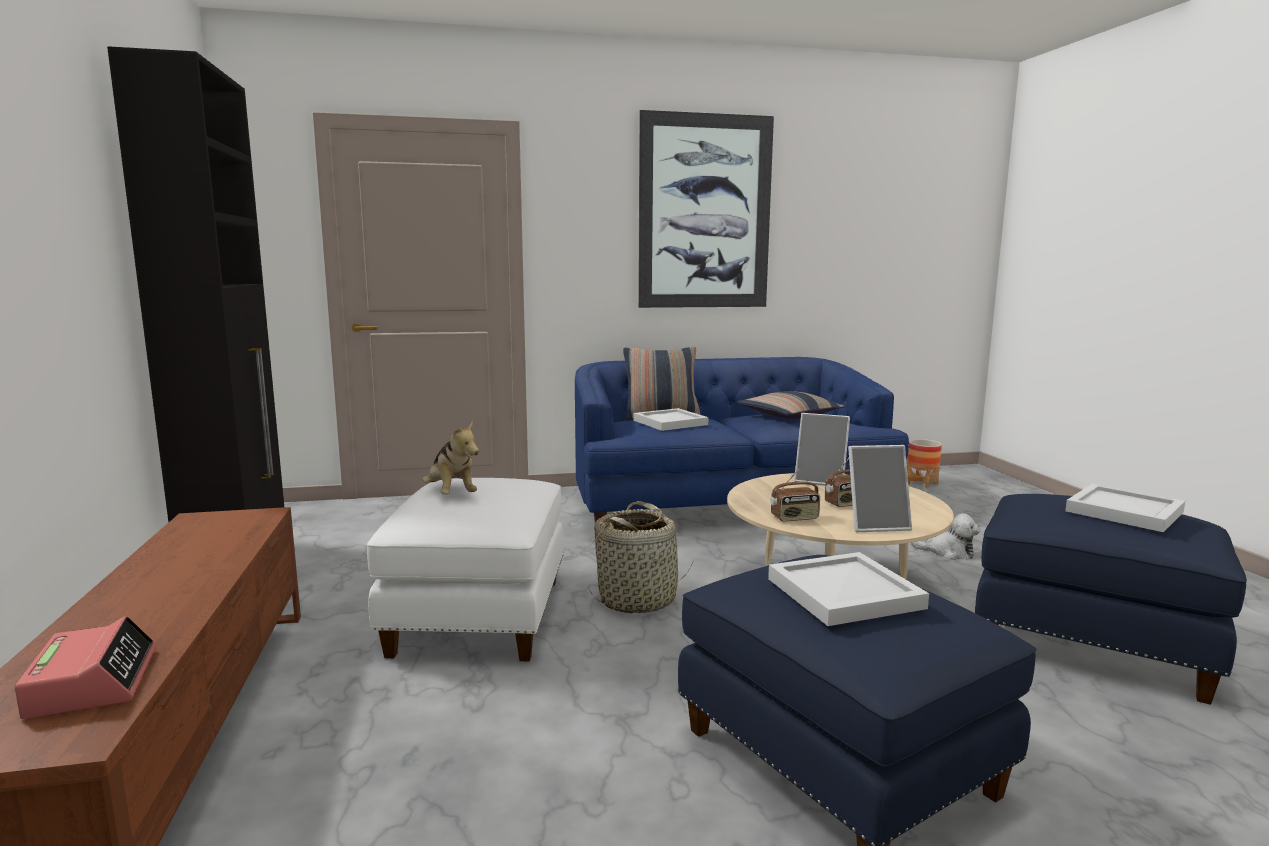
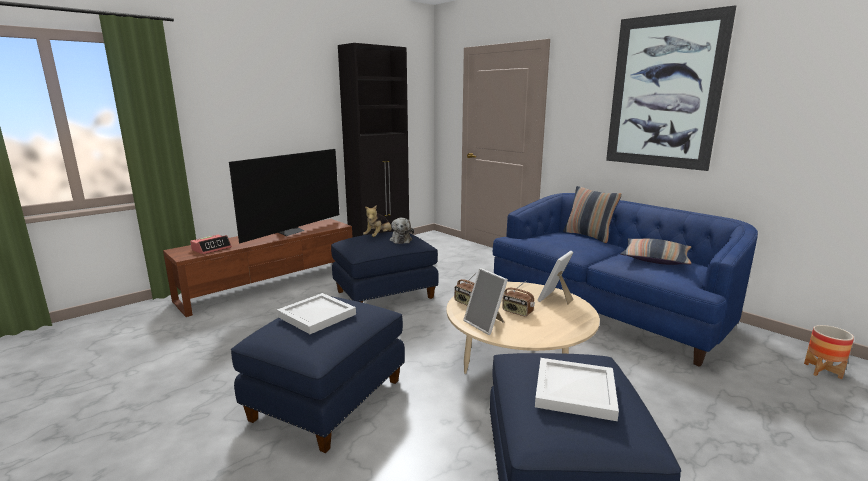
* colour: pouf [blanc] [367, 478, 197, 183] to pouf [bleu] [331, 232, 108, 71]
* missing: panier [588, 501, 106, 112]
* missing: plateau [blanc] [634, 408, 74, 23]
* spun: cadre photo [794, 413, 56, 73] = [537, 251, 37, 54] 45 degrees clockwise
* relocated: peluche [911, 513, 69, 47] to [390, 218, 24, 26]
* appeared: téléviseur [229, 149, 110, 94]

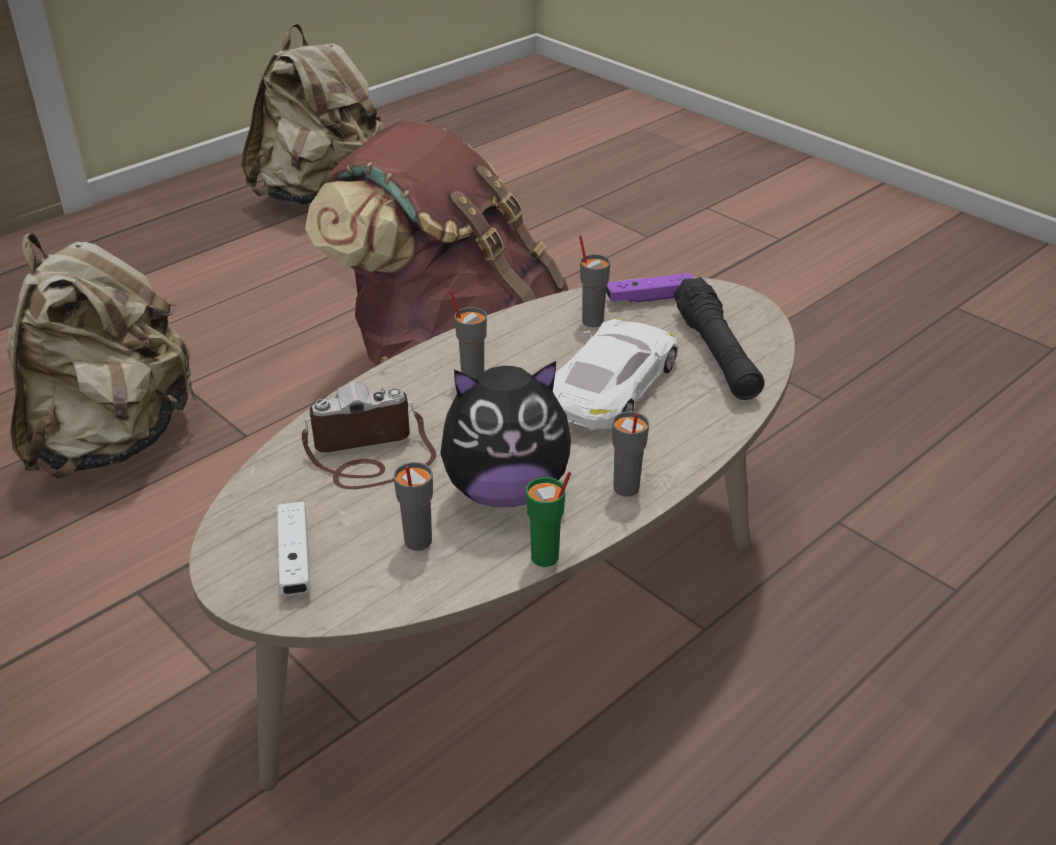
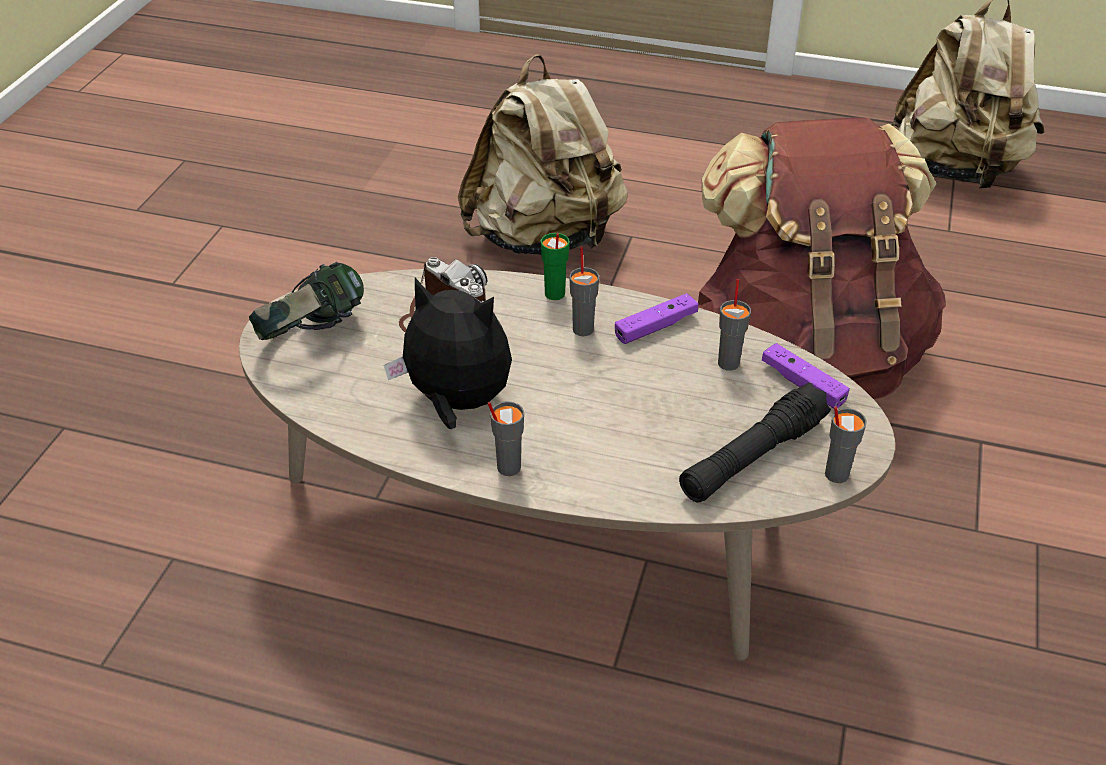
* exchanged: manette [blanc] [277, 502, 34, 94] to casque audio [249, 262, 115, 78]
* relocated: tasse [gris] [393, 462, 40, 89] to [825, 406, 42, 77]
* spun: peluche [440, 361, 134, 146] = [384, 278, 128, 151] 150 degrees clockwise
* relocated: tasse [vert] [526, 472, 45, 95] to [541, 233, 29, 67]
* missing: petite voiture [blanc] [553, 318, 125, 113]
* appeared: manette [violet] [615, 293, 83, 51]

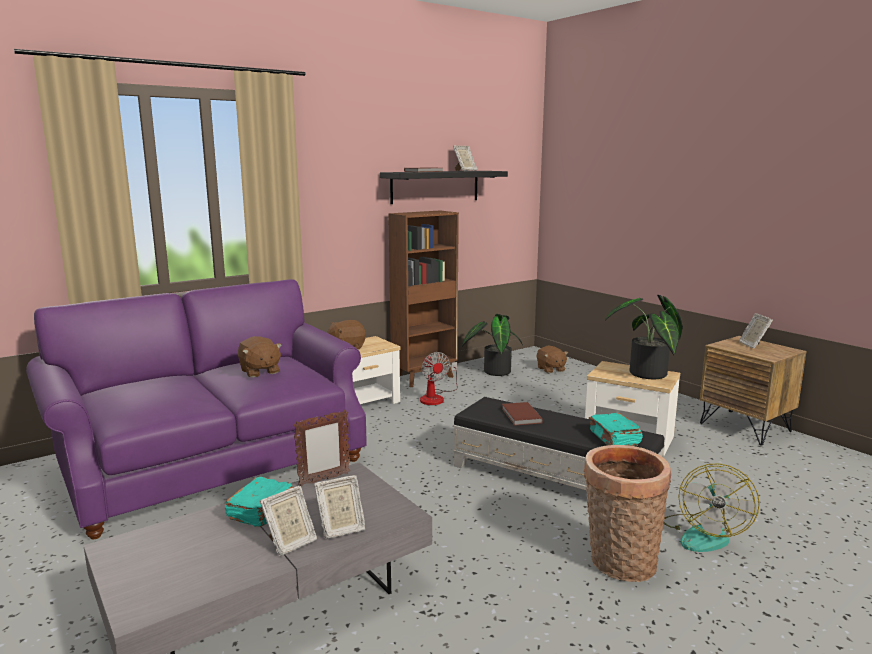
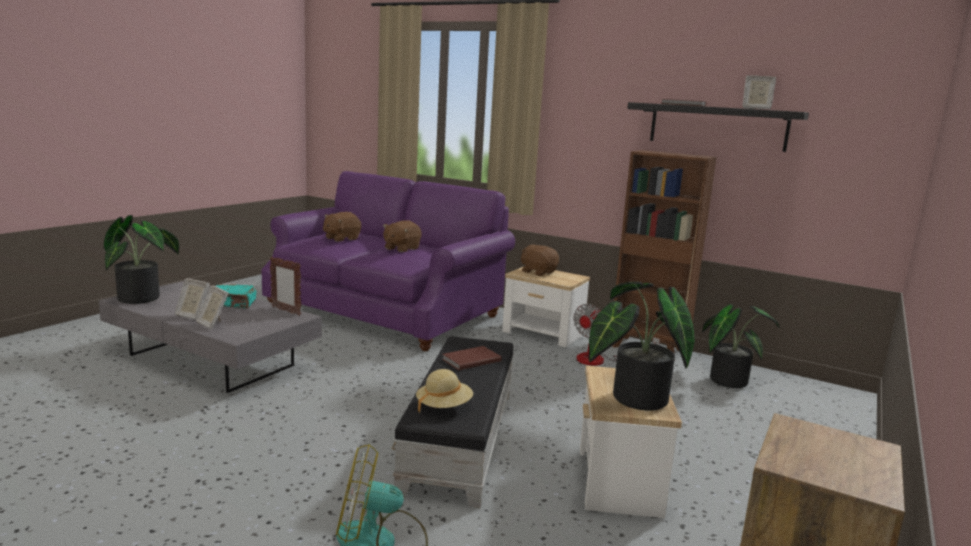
* relocated: peluche [marron] [537, 346, 31, 27] to [323, 212, 38, 30]
* missing: panier [584, 445, 87, 137]
* exchanged: livre [turquoise] [589, 413, 54, 33] to chapeau [beige] [416, 369, 57, 43]
* missing: cadre photo [739, 313, 34, 36]
* appeared: plante en pot [104, 215, 75, 89]

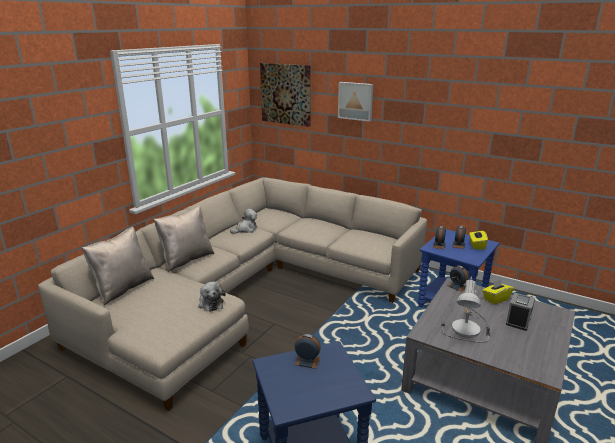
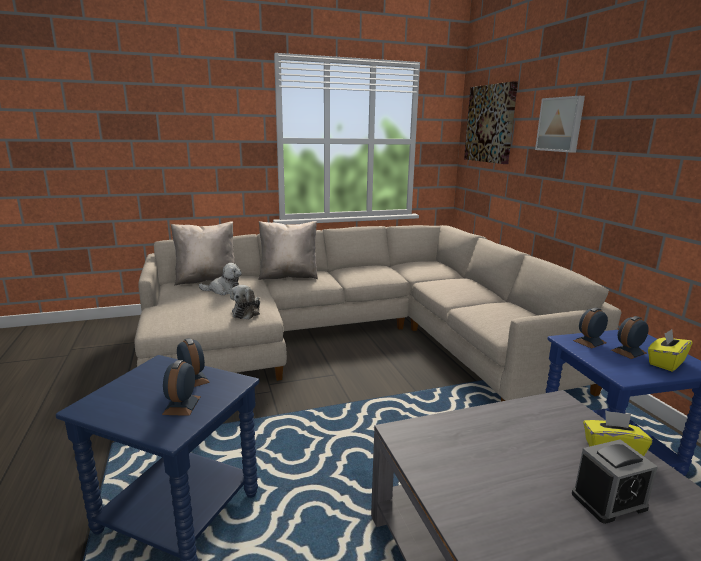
* relocated: peluche [230, 209, 27, 25] to [199, 263, 43, 32]
* missing: lampe de table [441, 276, 49, 67]
* relocated: réveil [447, 265, 22, 27] to [162, 360, 39, 56]

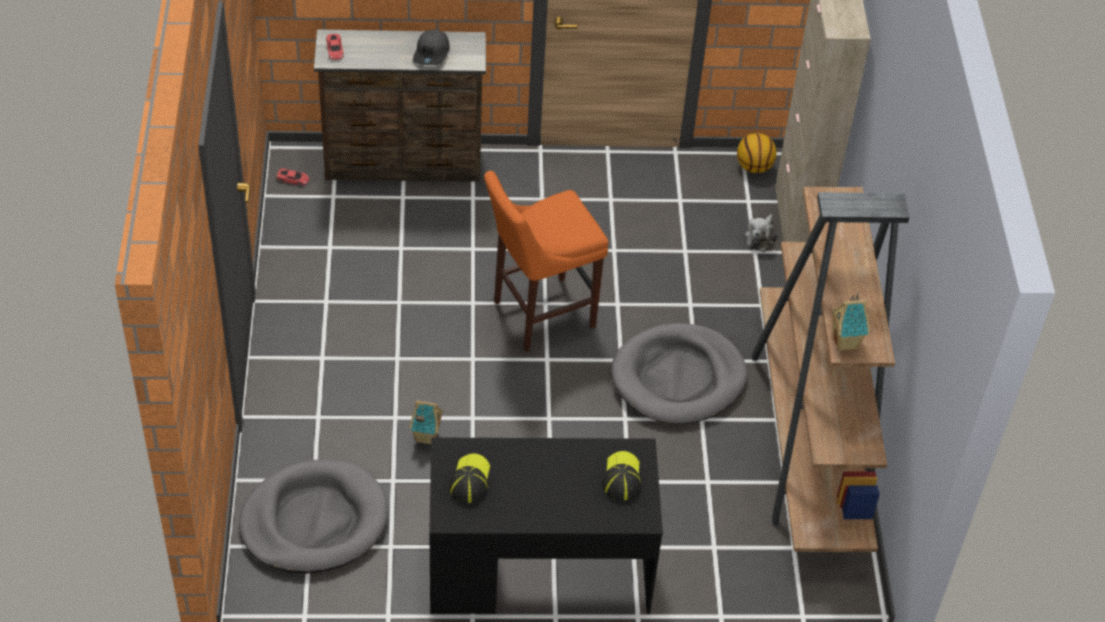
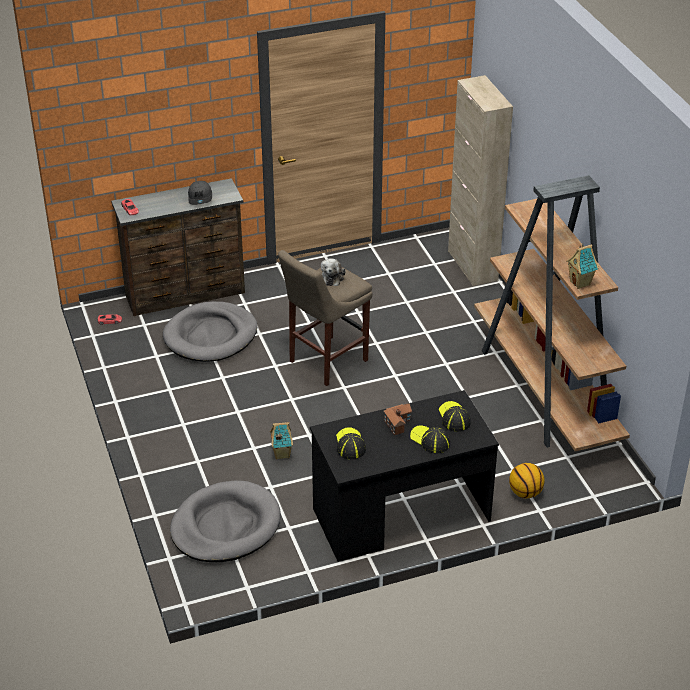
* colour: tabouret [orange] [484, 171, 125, 180] to tabouret [beige] [278, 250, 95, 136]
* relocated: panier pour chien [gris] [612, 323, 135, 101] to [163, 301, 94, 61]
* relocated: ballon de basket [737, 133, 39, 40] to [509, 463, 35, 35]
* relocated: peluche [745, 214, 33, 38] to [321, 258, 25, 28]
* appeared: maison miniature [383, 403, 29, 33]
* appeared: casquette [410, 425, 40, 28]

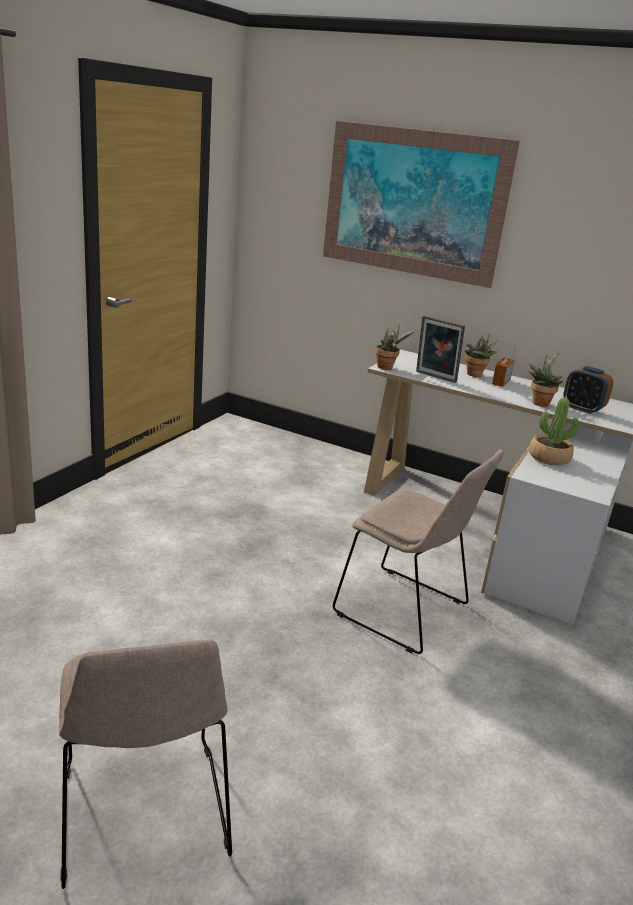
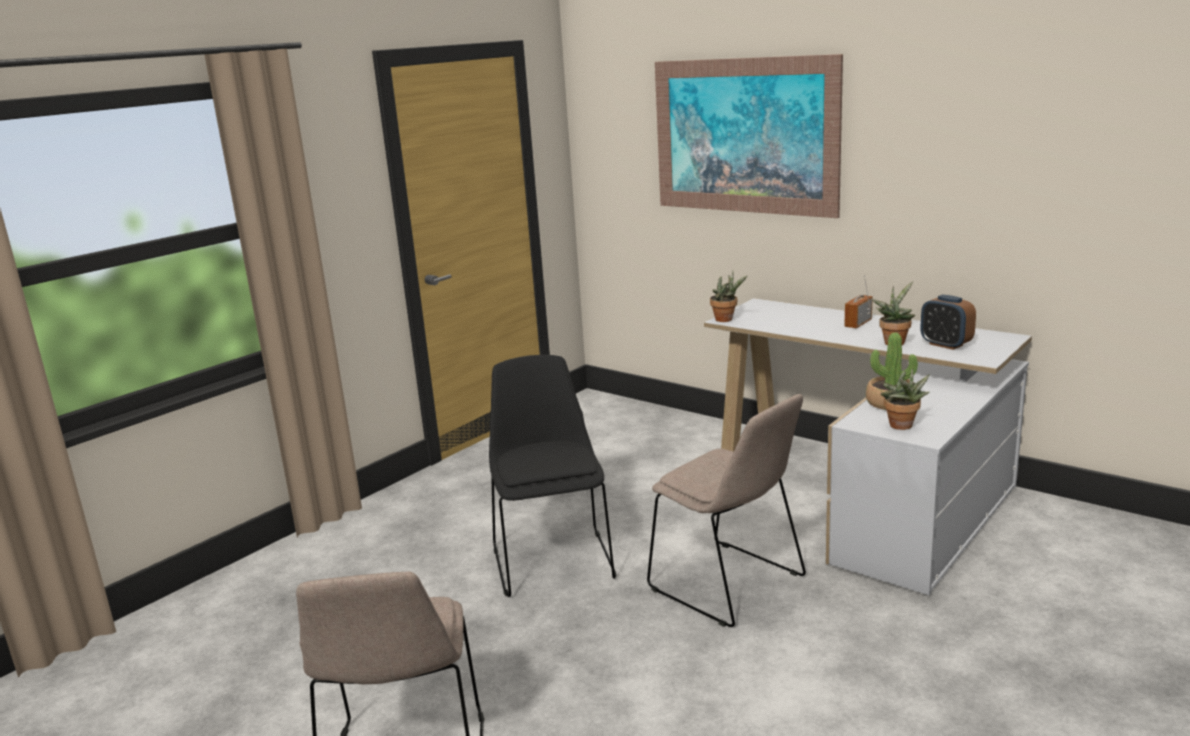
* missing: cadre photo [416, 316, 49, 67]
* relocated: plante en pot [465, 334, 33, 43] to [881, 369, 49, 61]
* appeared: chaise [noir] [489, 355, 127, 242]

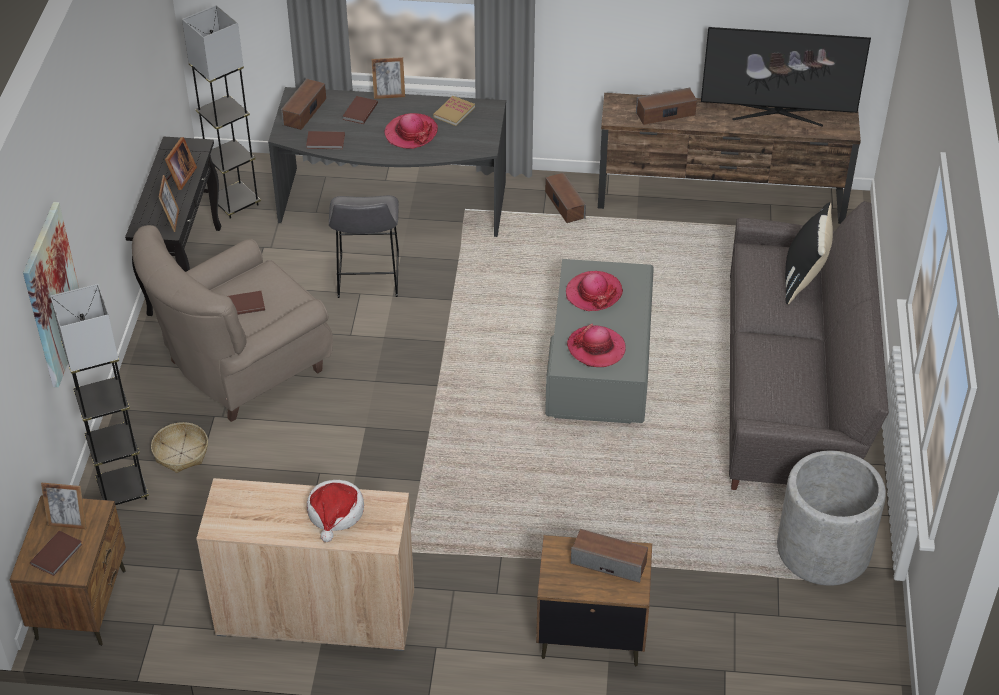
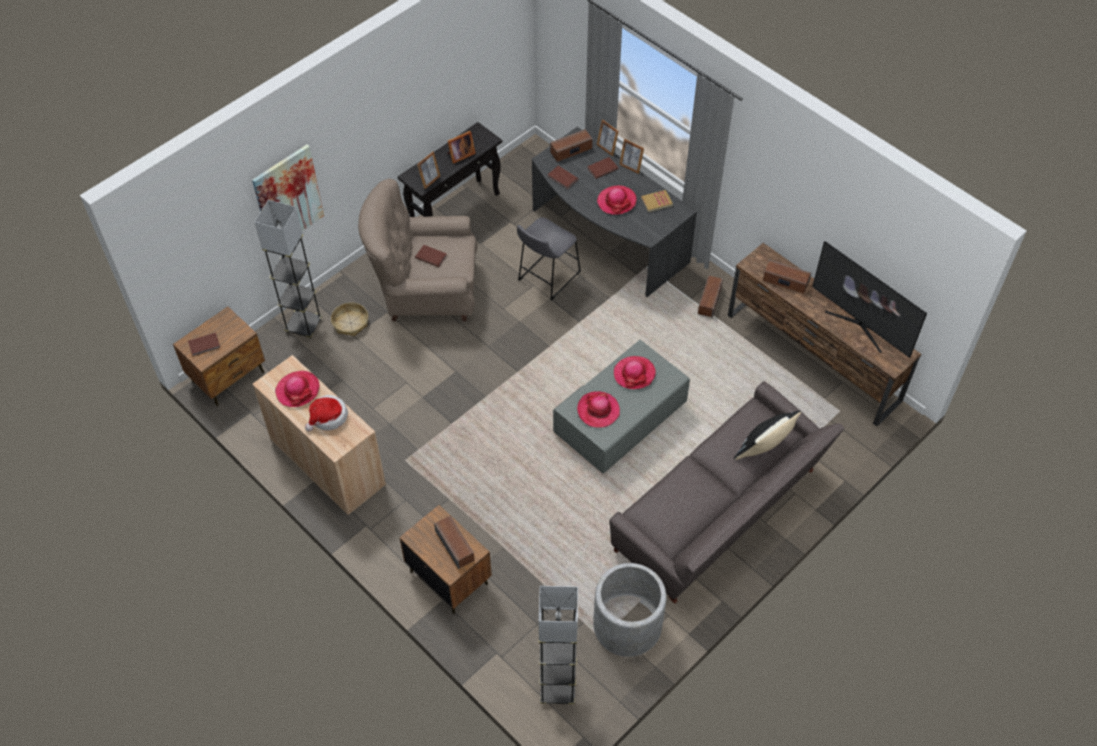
* relocated: cadre photo [41, 483, 46, 46] to [597, 119, 22, 37]
* relocated: lampadaire [gris] [182, 5, 79, 214] to [539, 586, 39, 118]
* appeared: chapeau [275, 371, 45, 36]

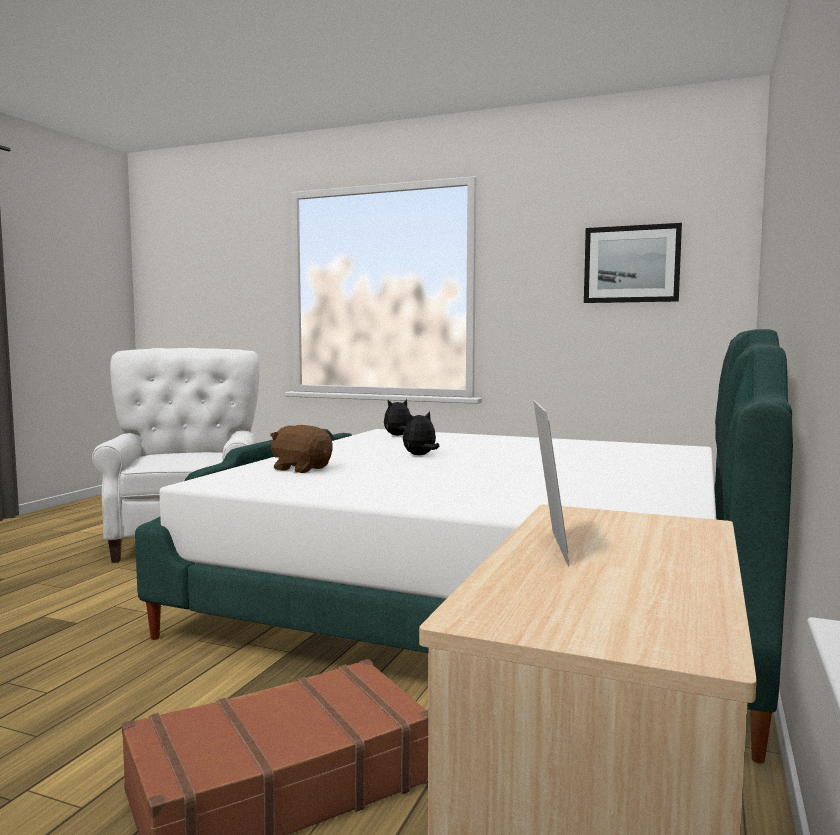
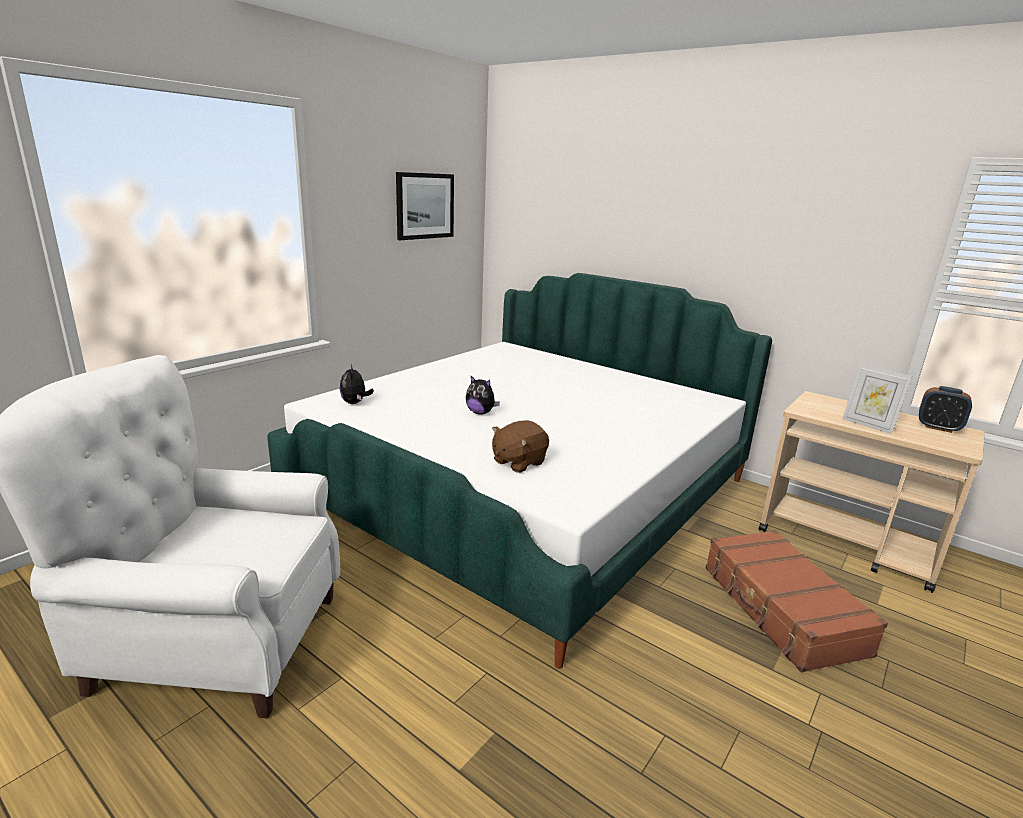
* spun: peluche [403, 411, 37, 44] = [466, 376, 34, 39] 45 degrees counterclockwise
* spun: cadre photo [533, 400, 36, 166] = [842, 364, 70, 70] 150 degrees counterclockwise
* appeared: réveil [919, 386, 53, 47]

